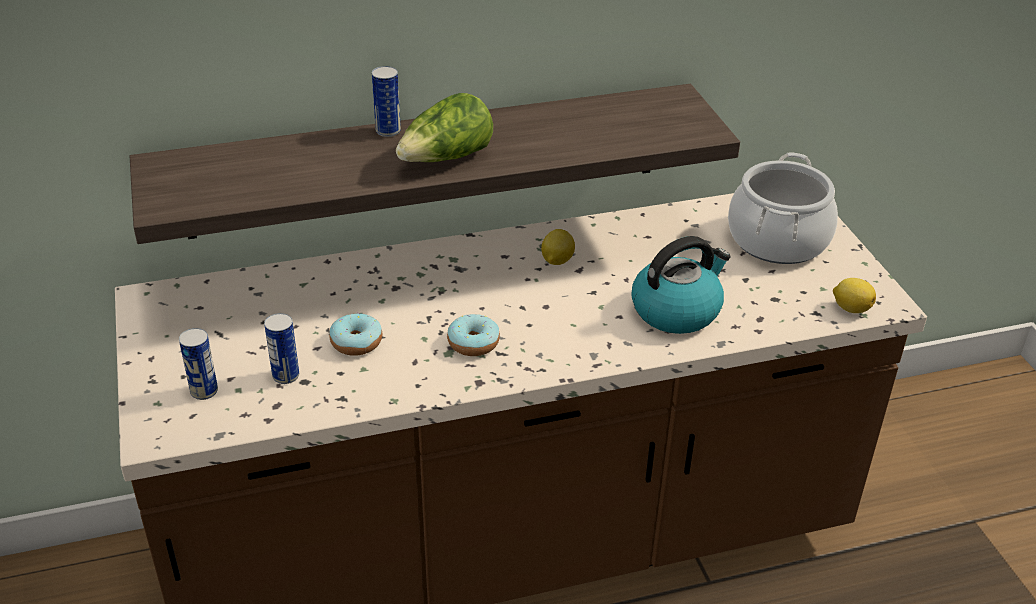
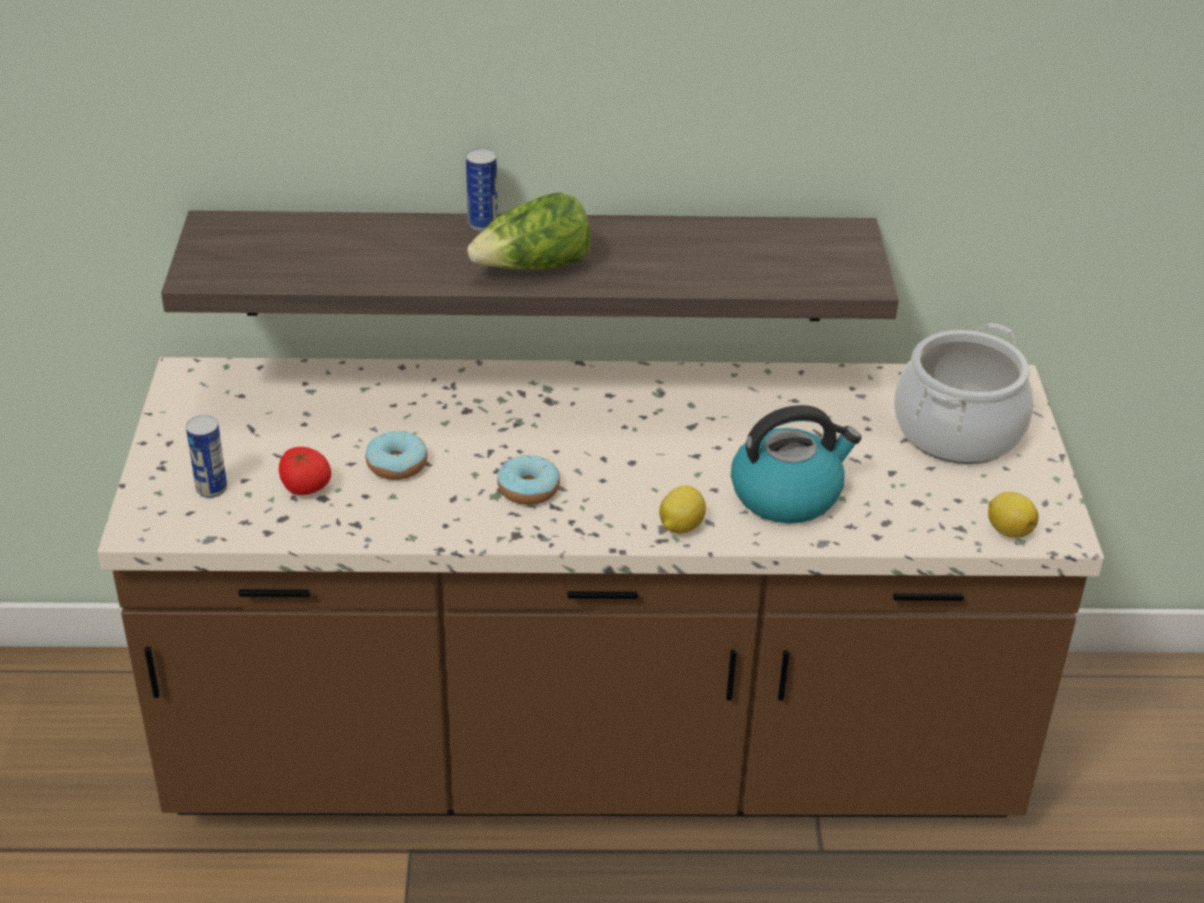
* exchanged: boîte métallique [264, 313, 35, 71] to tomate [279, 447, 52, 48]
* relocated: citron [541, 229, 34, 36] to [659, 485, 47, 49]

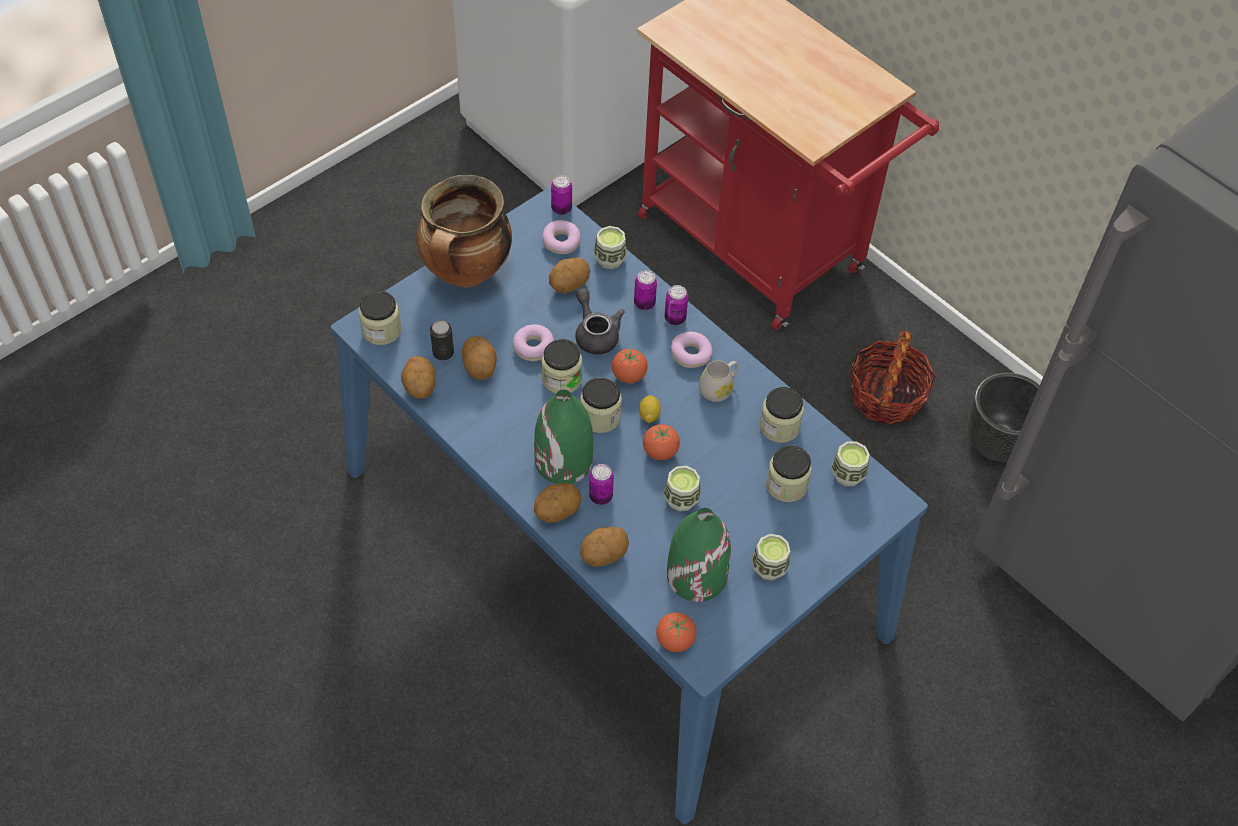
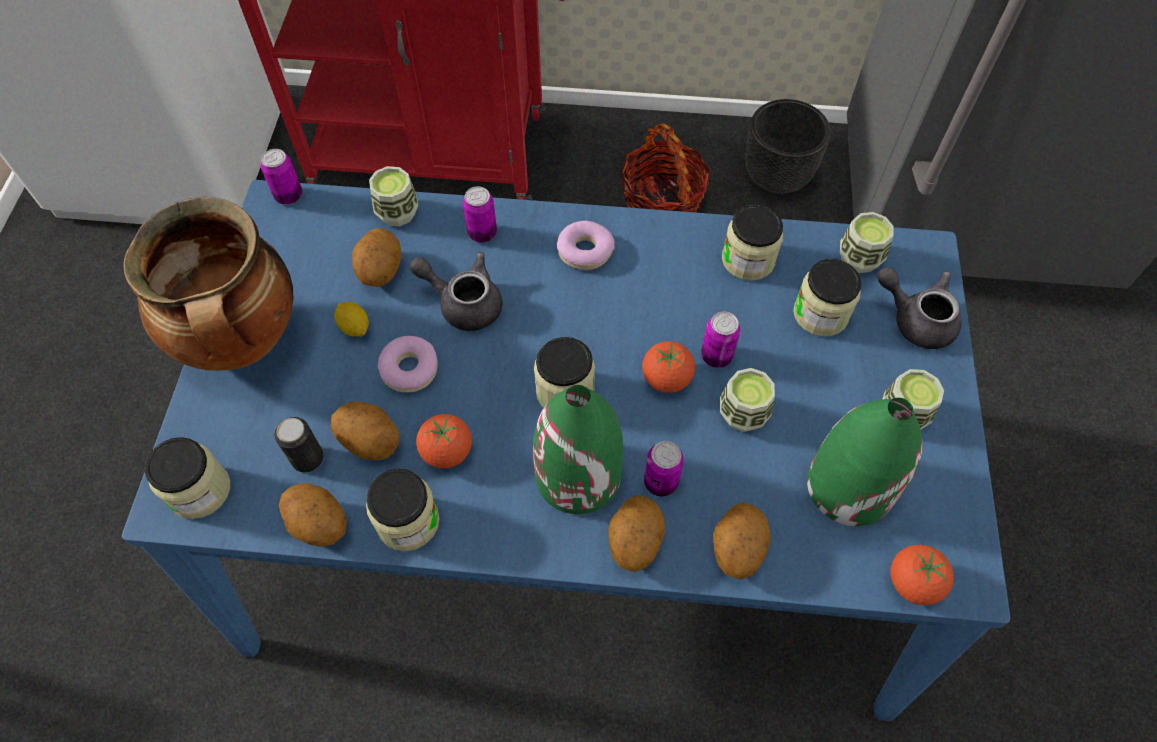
* relocated: bocal [542, 339, 40, 55] to [366, 468, 74, 83]
* missing: beignet [543, 220, 37, 34]
* relocated: tomate [612, 349, 36, 34] to [416, 414, 56, 55]
* relocated: citron [639, 395, 22, 28] to [334, 302, 35, 35]
* relocated: boîte métallique [665, 285, 23, 40] to [701, 312, 39, 56]
* missing: mug [blanc] [699, 360, 39, 42]
* appeared: théière [gris] [877, 267, 85, 82]

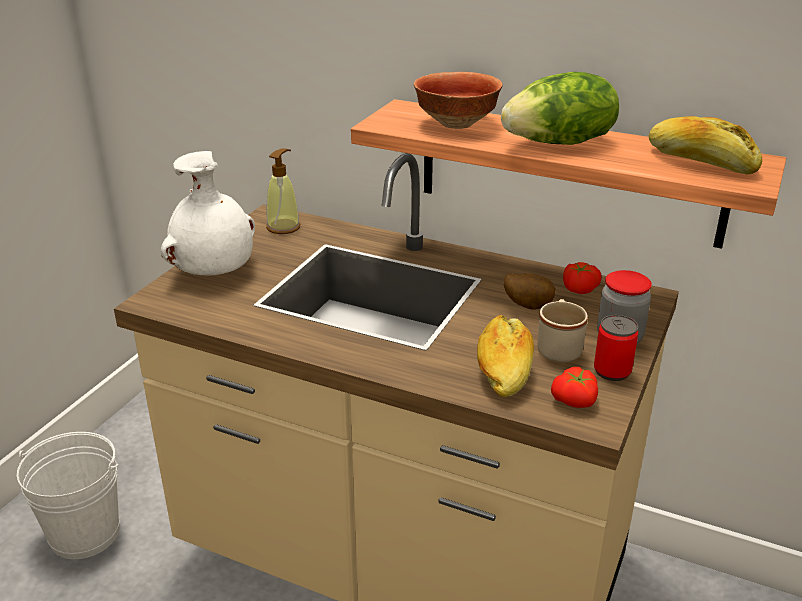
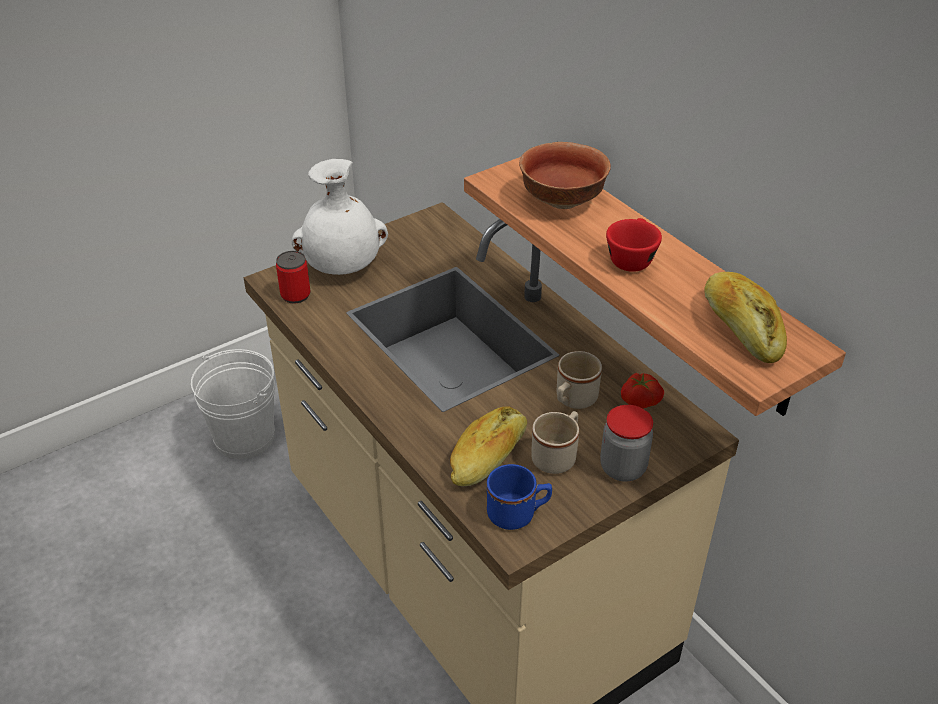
* missing: distributeur de savon [266, 148, 34, 86]
* exchanged: laitue [501, 72, 118, 73] to tasse [rouge] [606, 218, 56, 54]
* exchanged: pomme de terre [504, 273, 52, 37] to mug [beige] [557, 351, 45, 58]
* exchanged: tomate [551, 367, 47, 41] to mug [bleu] [487, 464, 65, 66]
* relocated: boîte métallique [594, 315, 44, 66] to [276, 251, 34, 53]

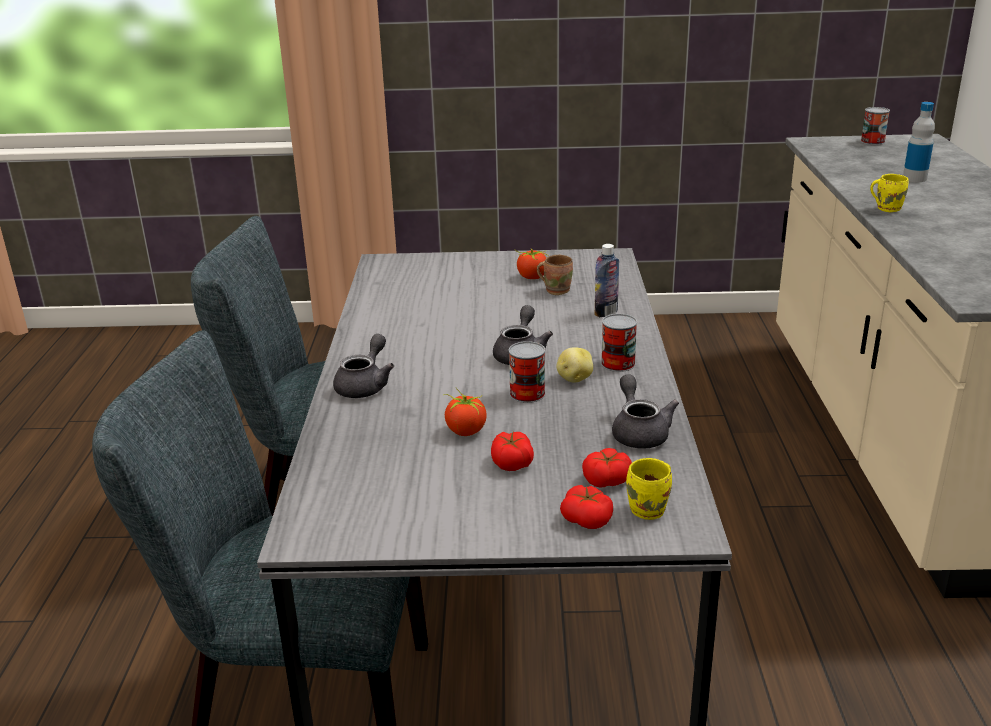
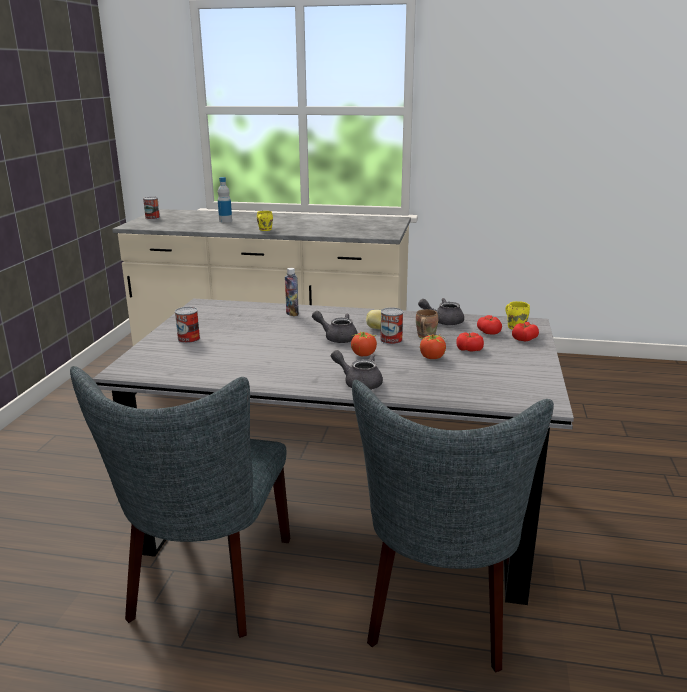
* relocated: tomate [515, 249, 33, 30] to [351, 332, 26, 24]
* relocated: mug [marron] [537, 255, 36, 40] to [416, 309, 22, 29]
* relocated: boîte métallique [601, 314, 36, 58] to [175, 307, 25, 36]

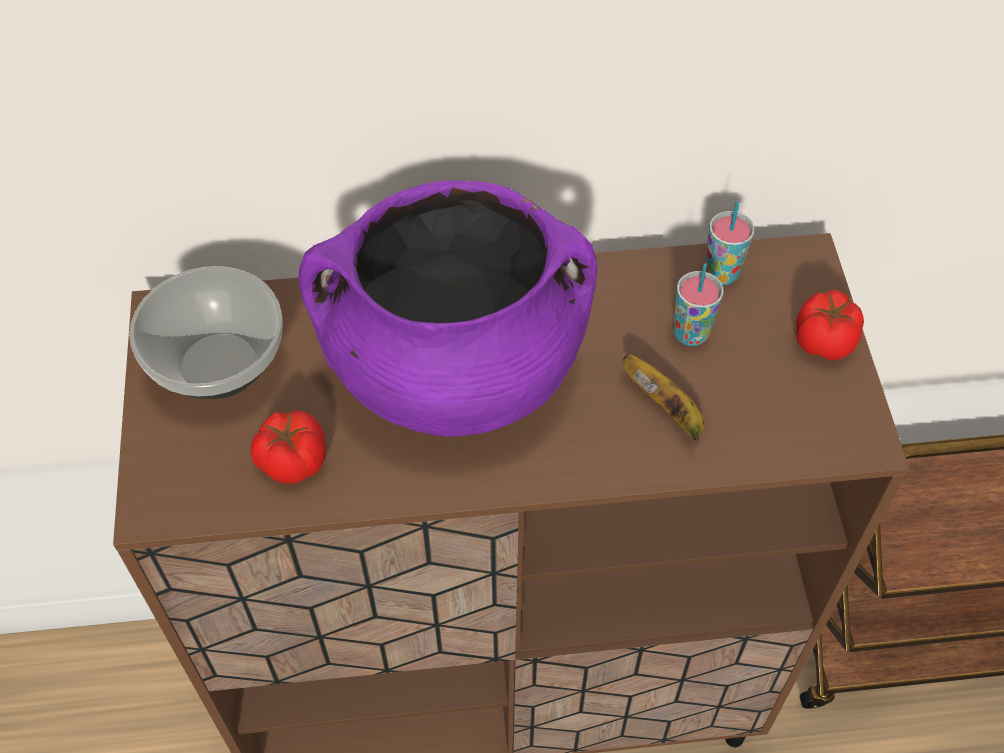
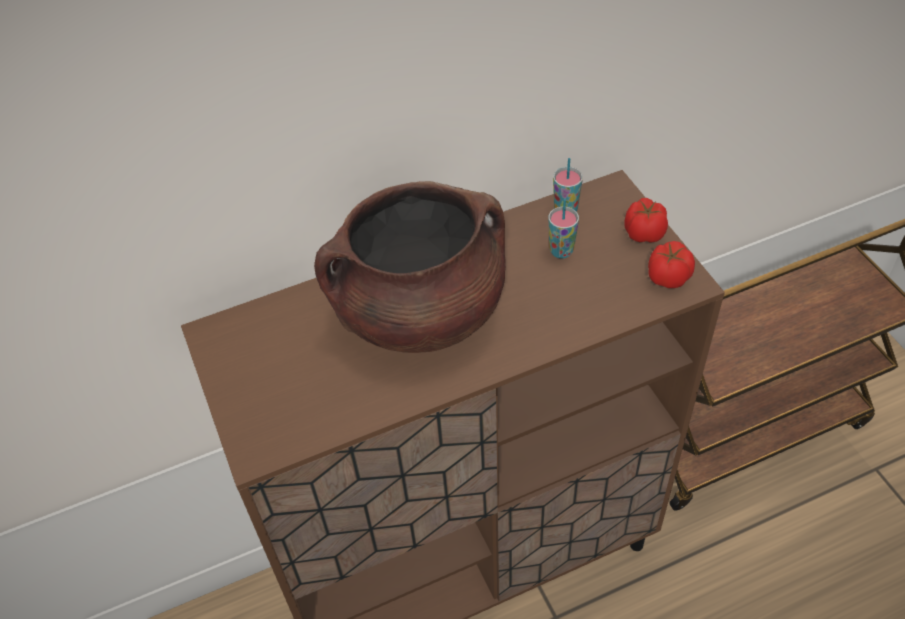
* missing: bol [129, 266, 154, 133]
* relocated: tomate [250, 411, 76, 73] to [648, 241, 47, 47]
* colour: marmite [violet] [299, 180, 298, 257] to marmite [marron] [314, 181, 192, 172]
* missing: banane [623, 355, 81, 86]

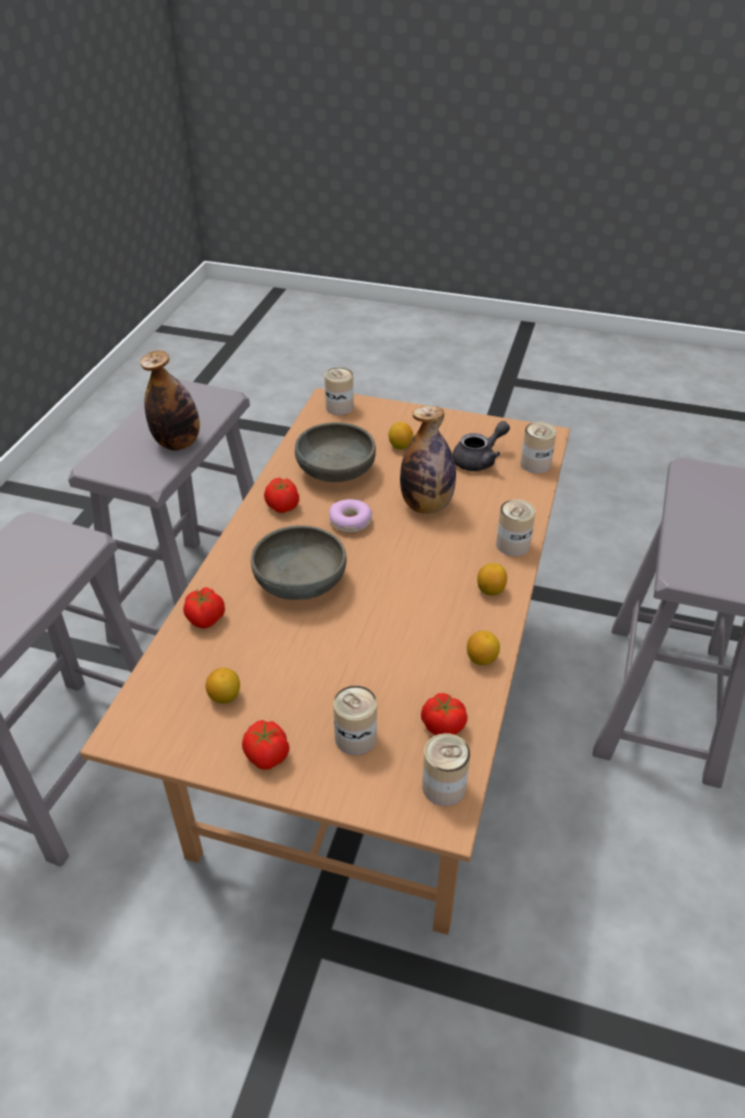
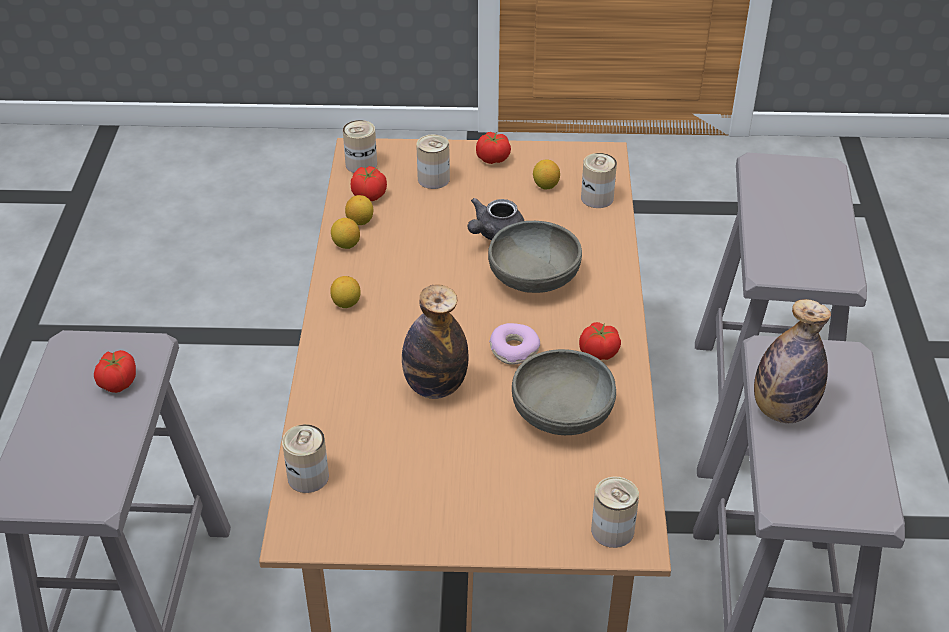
* relocated: tomate [183, 587, 42, 42] to [94, 350, 42, 43]
* relocated: citron [388, 422, 25, 28] to [345, 195, 29, 30]
* relocated: théière [gris] [452, 421, 58, 50] to [468, 198, 56, 42]
* relocated: boîte métallique [496, 499, 39, 57] to [581, 153, 36, 55]

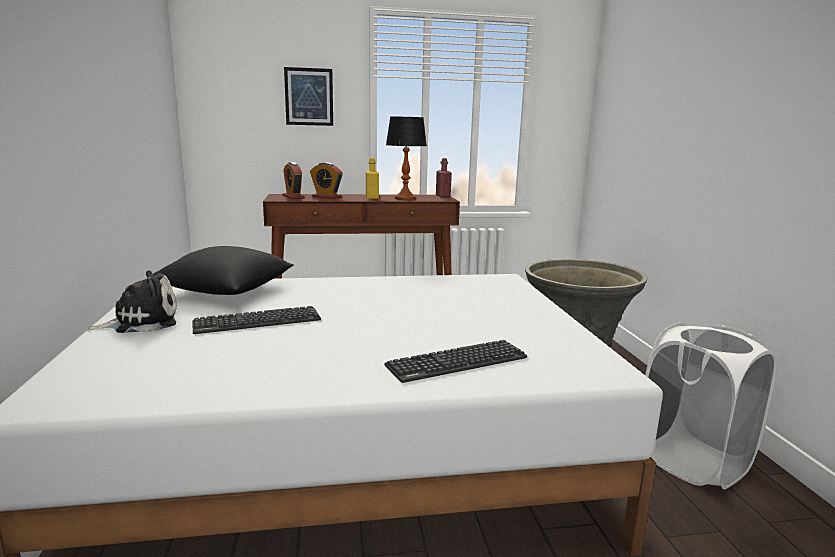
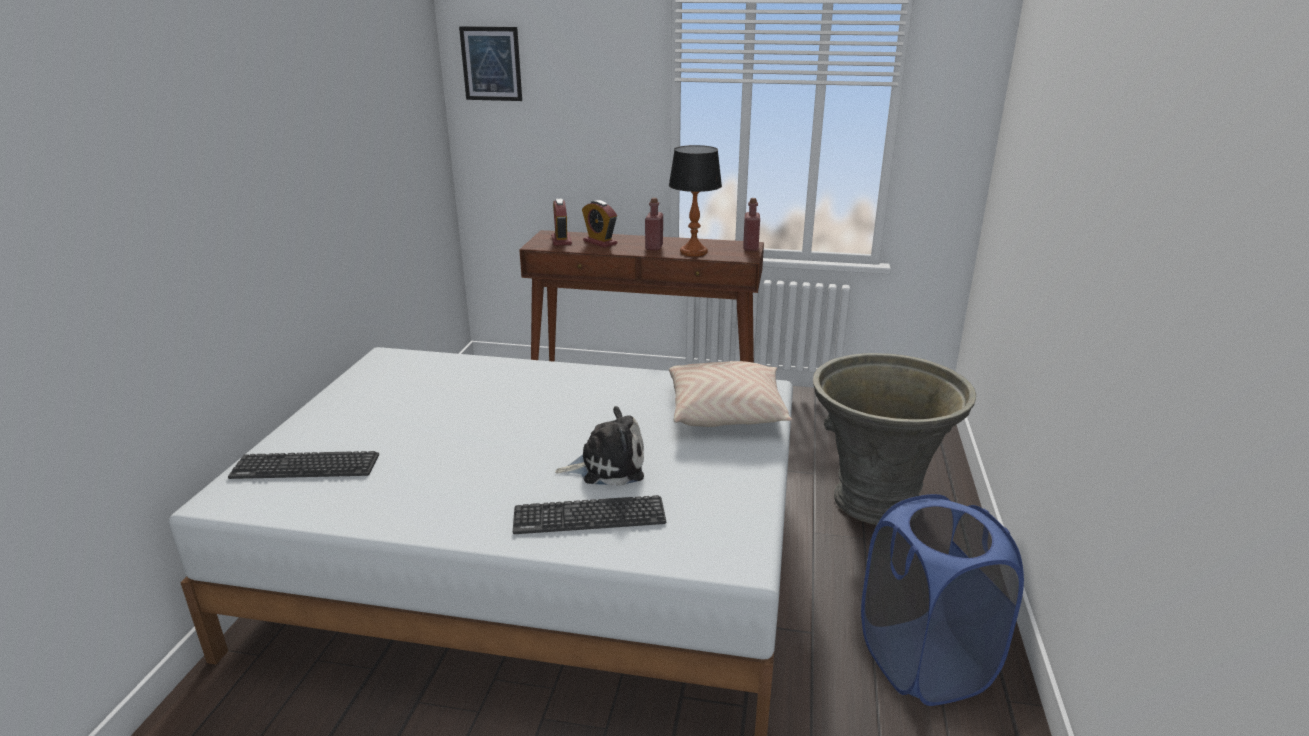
* relocated: peluche [86, 270, 91, 63] to [555, 406, 89, 80]
* missing: coussin [noir] [153, 246, 141, 49]
* relocated: clavier [193, 306, 128, 28] to [228, 451, 151, 28]
* relocated: tableau [284, 67, 49, 59] to [459, 26, 63, 75]
* colour: bouteille [jaune] [366, 158, 13, 41] to bouteille [rouge] [645, 198, 18, 53]
* colour: panier à linge [blanc] [645, 322, 132, 167] to panier à linge [bleu] [861, 494, 163, 212]
* appeared: coussin [beige] [669, 361, 123, 66]

